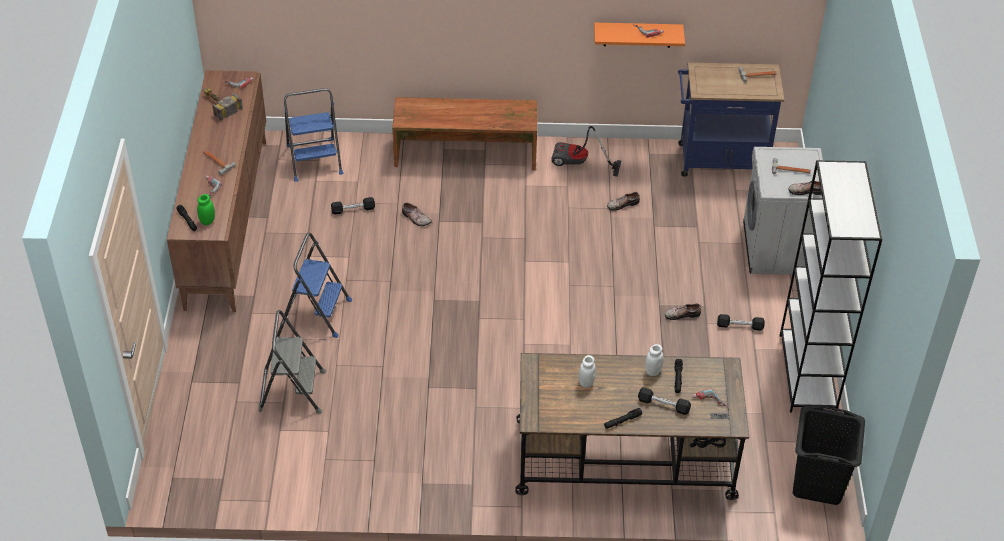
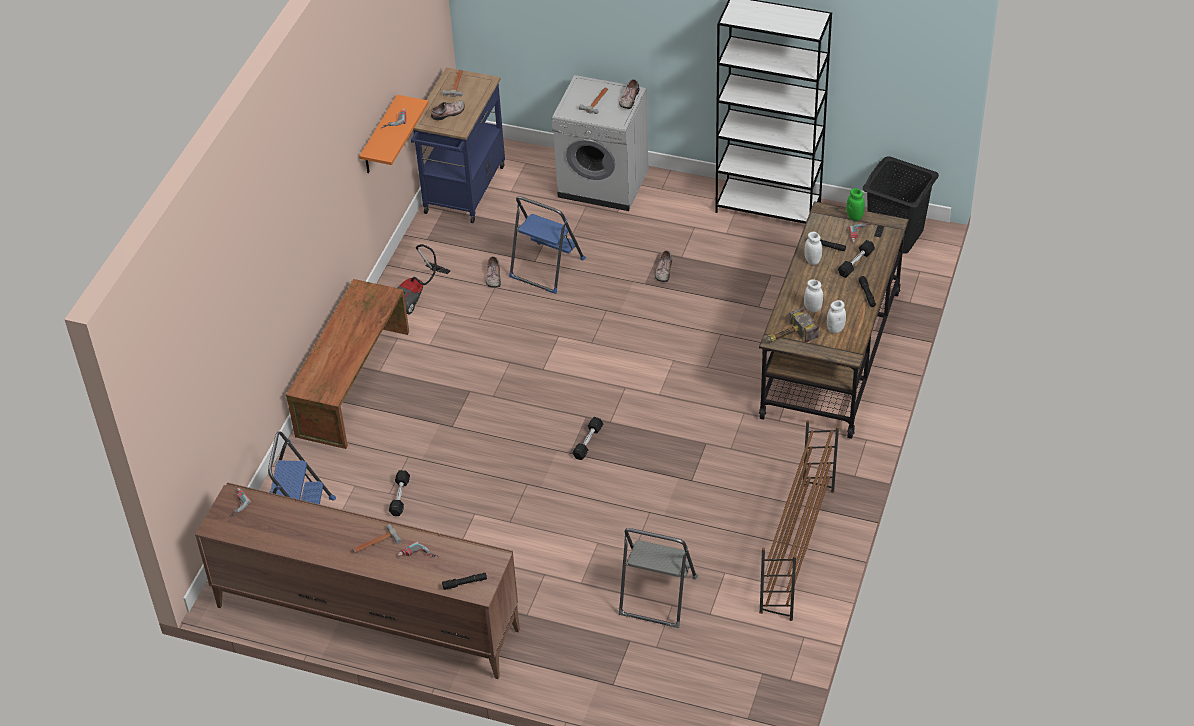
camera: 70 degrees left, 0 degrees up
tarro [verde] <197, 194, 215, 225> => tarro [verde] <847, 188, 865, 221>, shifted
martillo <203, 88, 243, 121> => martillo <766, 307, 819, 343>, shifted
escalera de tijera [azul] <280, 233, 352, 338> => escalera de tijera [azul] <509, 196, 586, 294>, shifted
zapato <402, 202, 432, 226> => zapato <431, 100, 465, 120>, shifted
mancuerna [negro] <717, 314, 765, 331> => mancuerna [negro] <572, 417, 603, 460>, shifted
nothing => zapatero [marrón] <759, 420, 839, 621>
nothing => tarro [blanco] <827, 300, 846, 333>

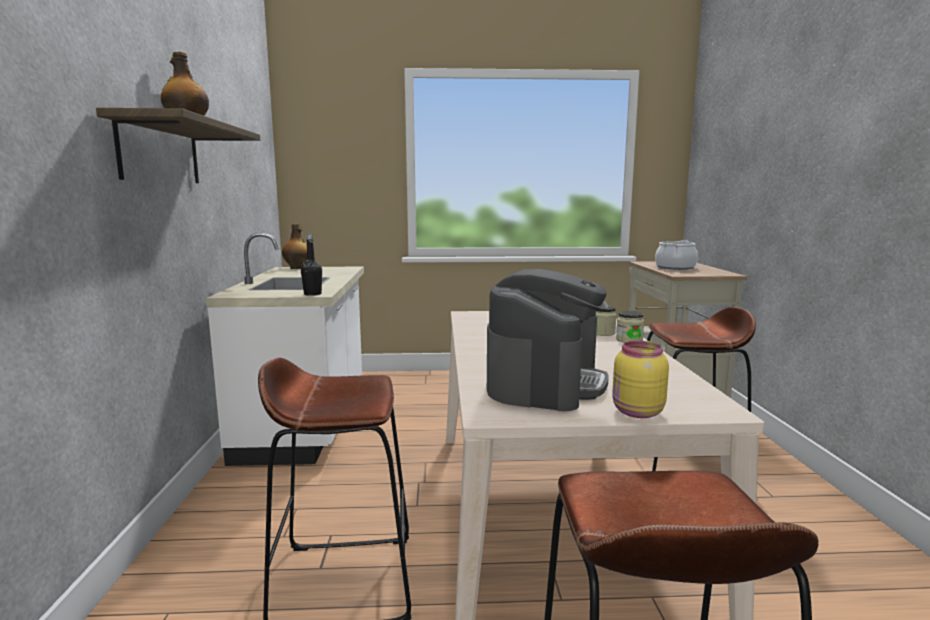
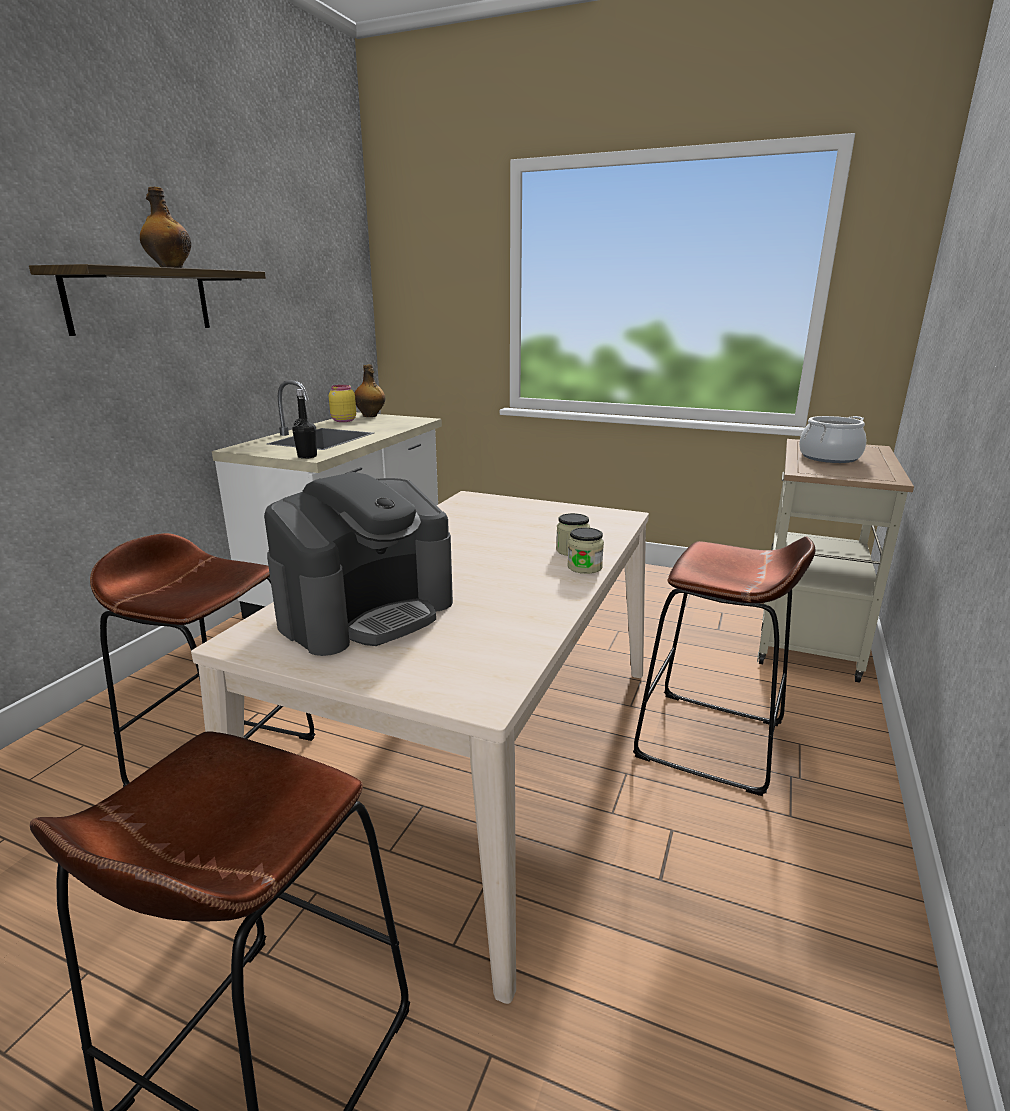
camera: 25 degrees right, 10 degrees up
tarro [amarillo] <612, 341, 669, 418> => tarro [amarillo] <329, 385, 356, 422>, shifted

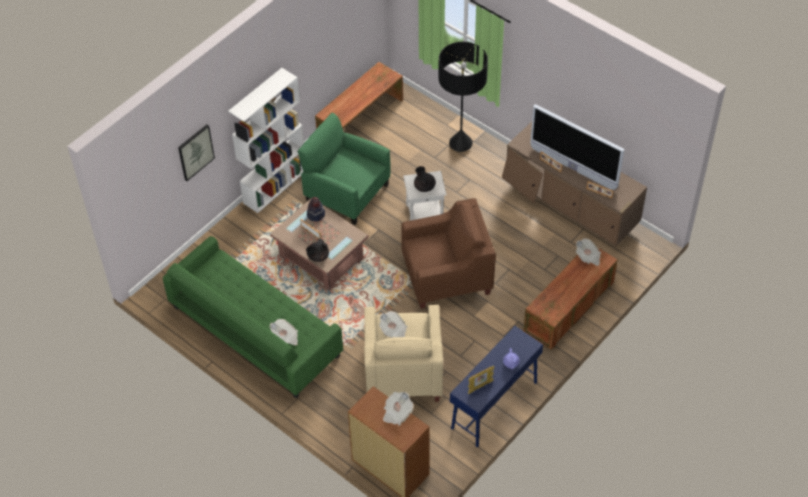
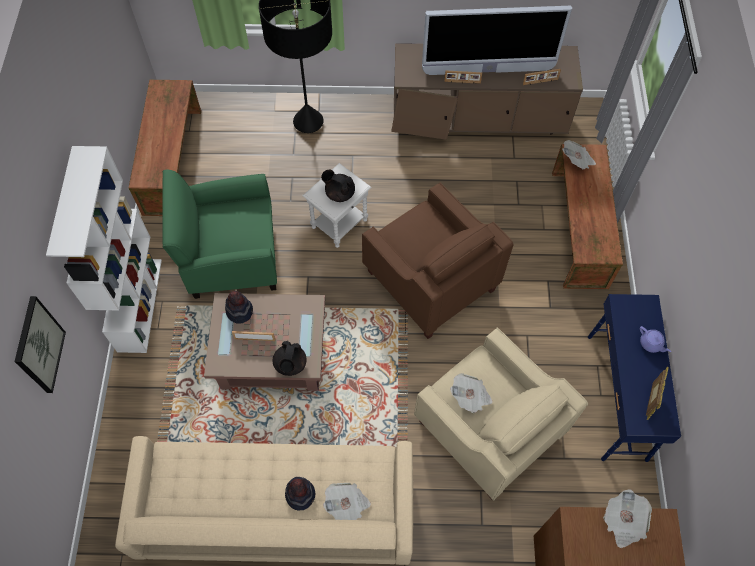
camera: 40 degrees left, 10 degrees up
sofá [verde] <163, 236, 343, 398> => sofá [beis] <115, 436, 413, 565>
sillón [marrón] <401, 198, 496, 309> => sillón [marrón] <362, 182, 514, 339>, 105 degrees clockwise
nothing => sombrero <285, 477, 315, 511>

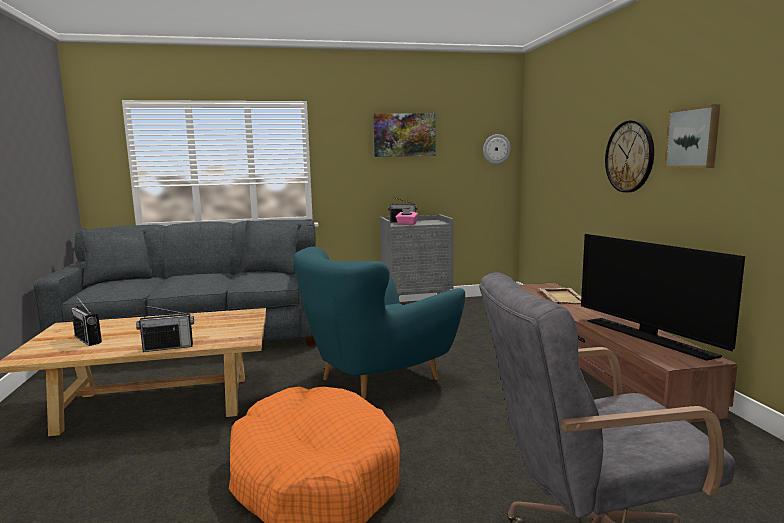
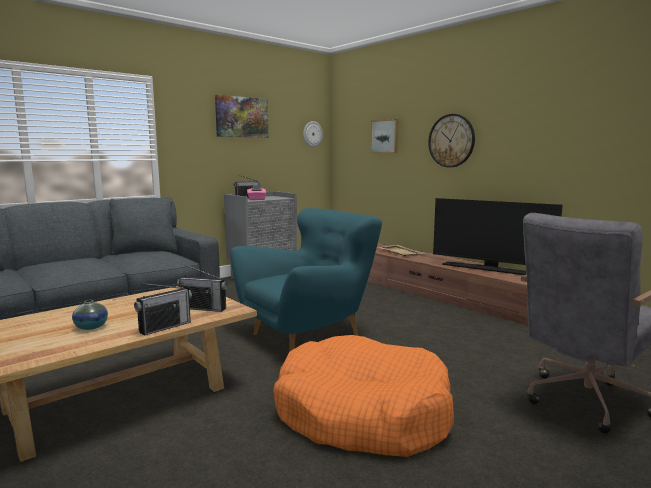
camera: 30 degrees left, 0 degrees up
radio <71, 295, 102, 346> => radio <177, 265, 228, 312>, shifted
sillón [turquesa] <294, 247, 465, 400> => sillón [turquesa] <231, 208, 382, 351>, 150 degrees counterclockwise
cuadro <664, 104, 720, 168> => cuadro <371, 119, 398, 153>, shifted
nothing => florero <72, 300, 108, 330>

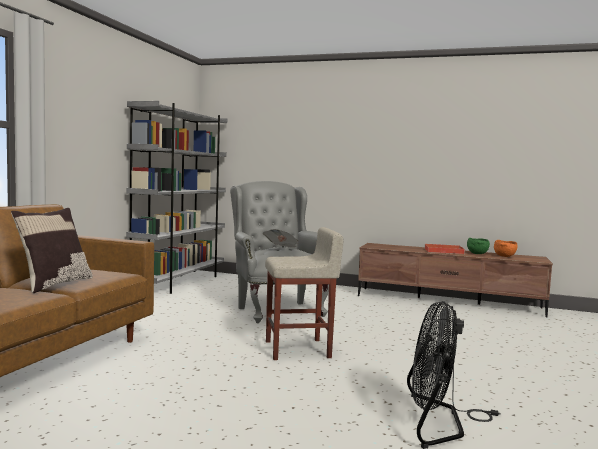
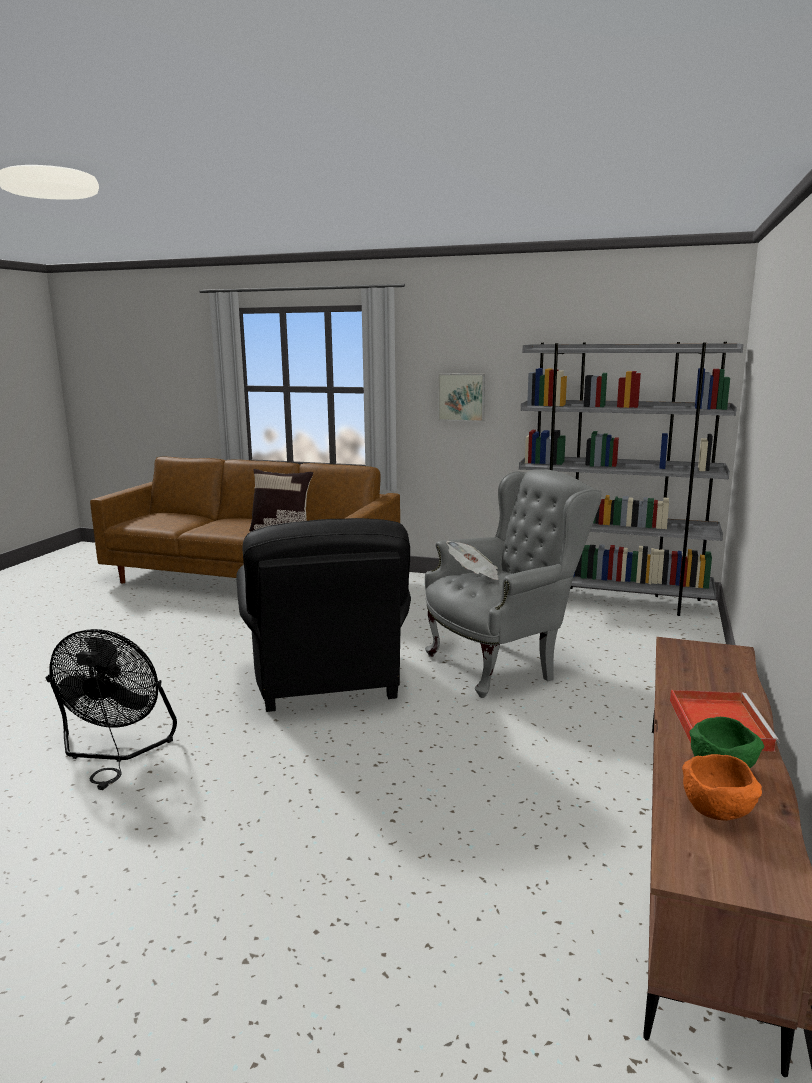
camera: 90 degrees right, 10 degrees up
taburete [beis] <265, 227, 344, 360> => sillón [negro] <236, 518, 411, 712>
nothing => cuadro <438, 373, 485, 422>

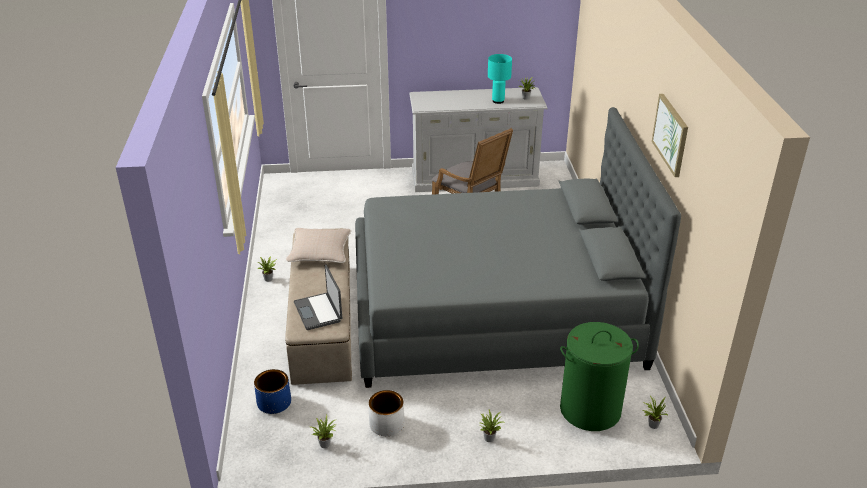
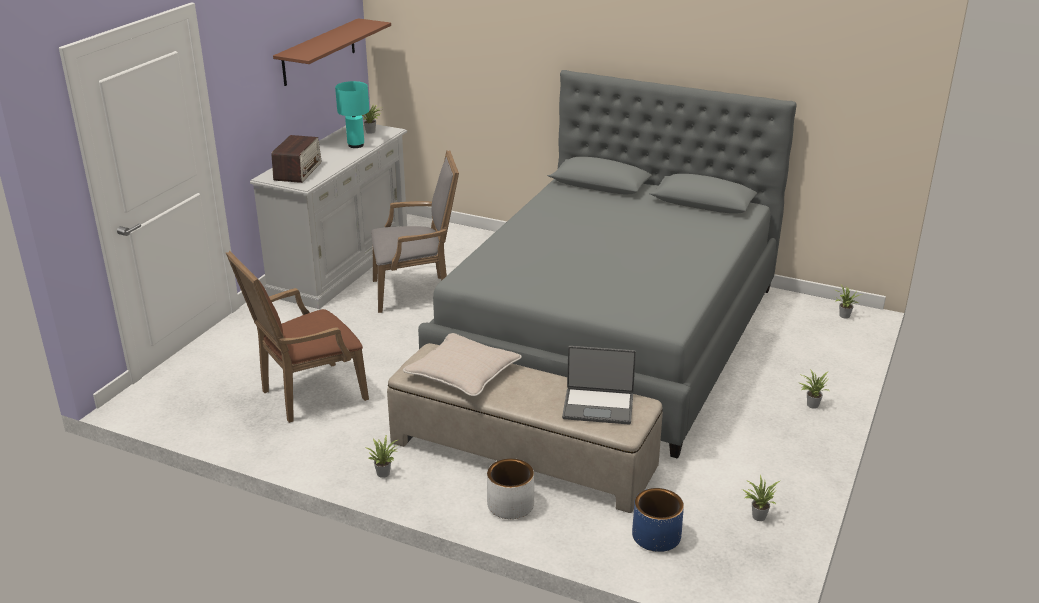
camera: 60 degrees left, 5 degrees down
maceta [blanco] <368, 390, 404, 436> => maceta [blanco] <487, 458, 534, 519>, shifted
cesto de la ropa [verde] <560, 322, 639, 431> => nothing
cuadro <652, 94, 688, 177> => nothing
nothing => sillón [marrón] <226, 251, 369, 423>
nothing => radio <271, 135, 321, 183>
nothing => estante [marrón] <273, 18, 391, 86>

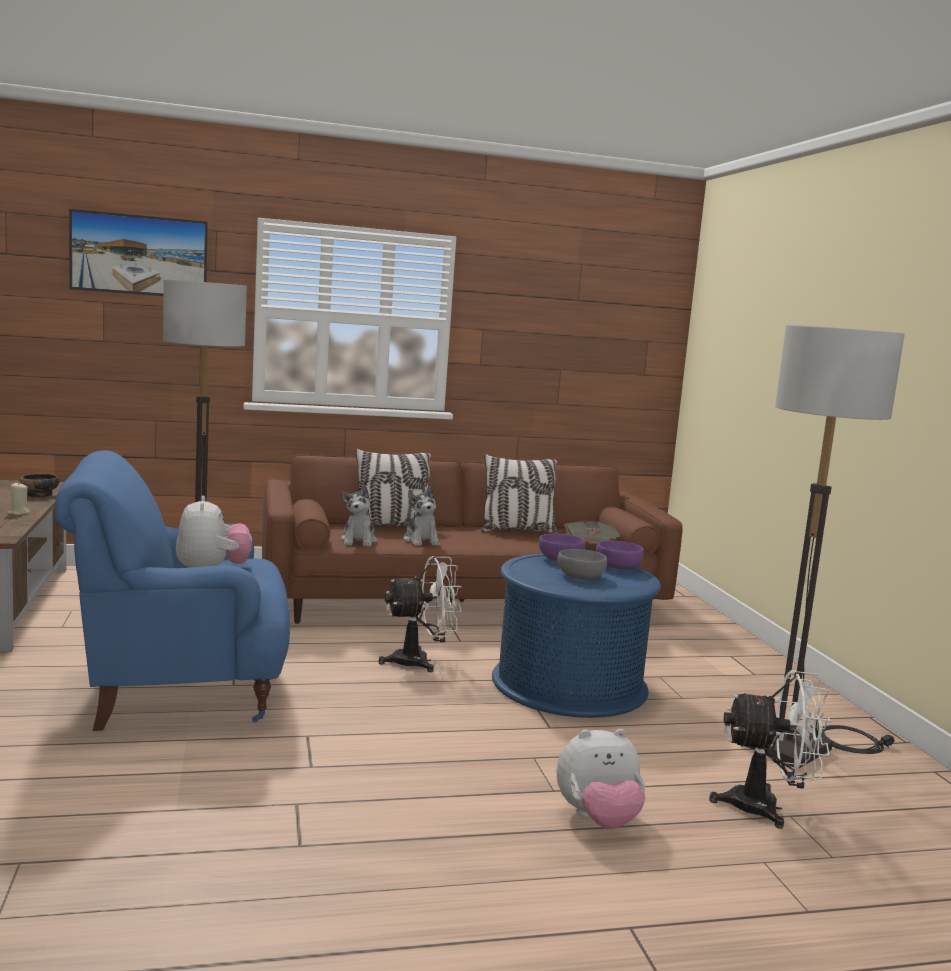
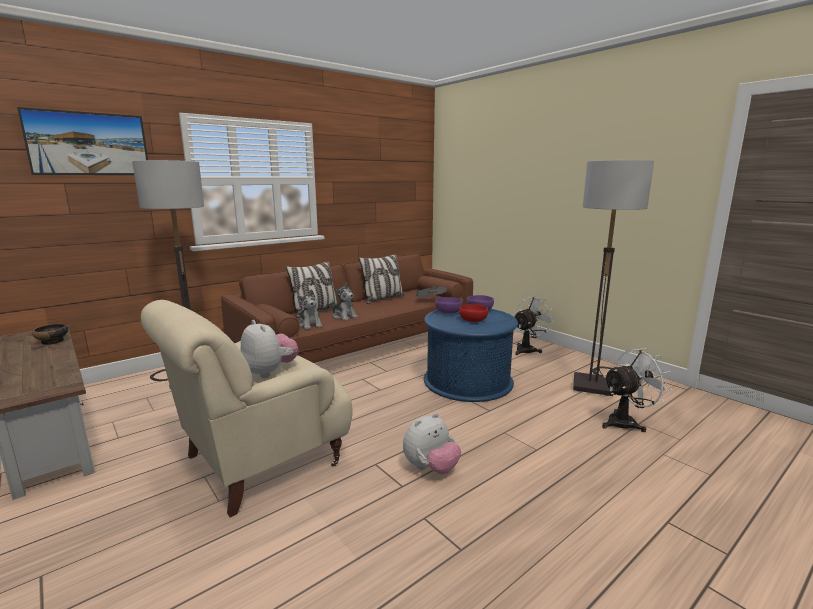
camera: 25 degrees left, 5 degrees up
vela [beis] <8, 482, 30, 515> => nothing
sillón [azul] <55, 450, 290, 731> => sillón [beis] <141, 300, 353, 517>
ventilador [blanco] <378, 556, 461, 672> => ventilador [blanco] <515, 296, 554, 355>, shifted
peluche <556, 729, 646, 829> => peluche <403, 413, 461, 474>, shifted
cuenco [gris] <557, 549, 607, 579> => cuenco [rojo] <459, 304, 488, 322>

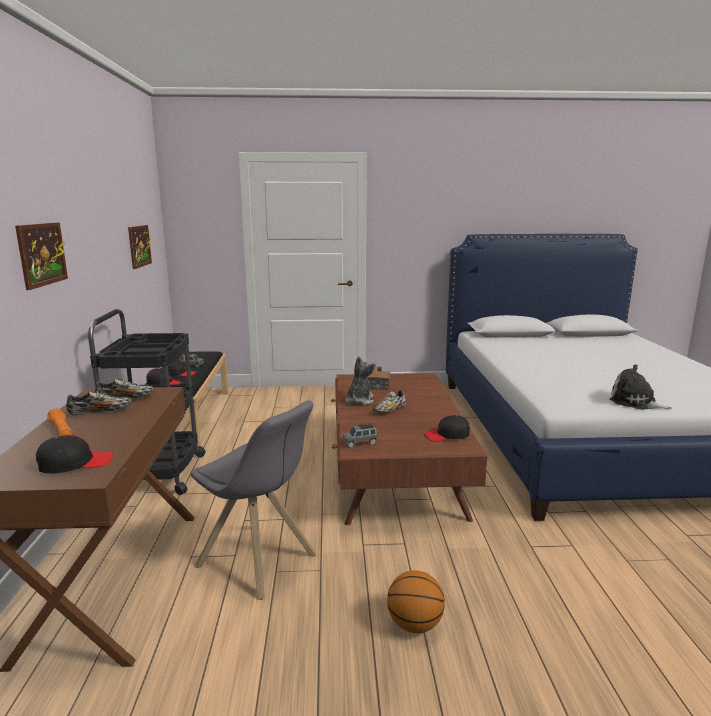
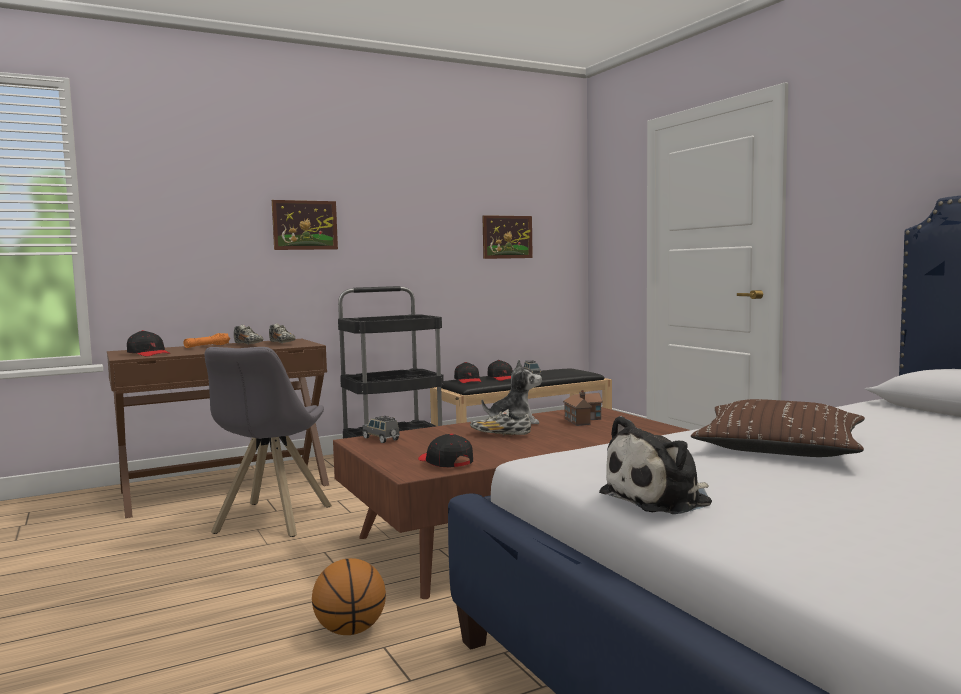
camera: 65 degrees right, 10 degrees down
balón de baloncesto <387, 570, 445, 633> => balón de baloncesto <312, 558, 386, 635>, shifted
peluche <610, 365, 672, 410> => peluche <599, 416, 712, 514>, 135 degrees counterclockwise
nothing => cojín [marrón] <691, 399, 865, 457>

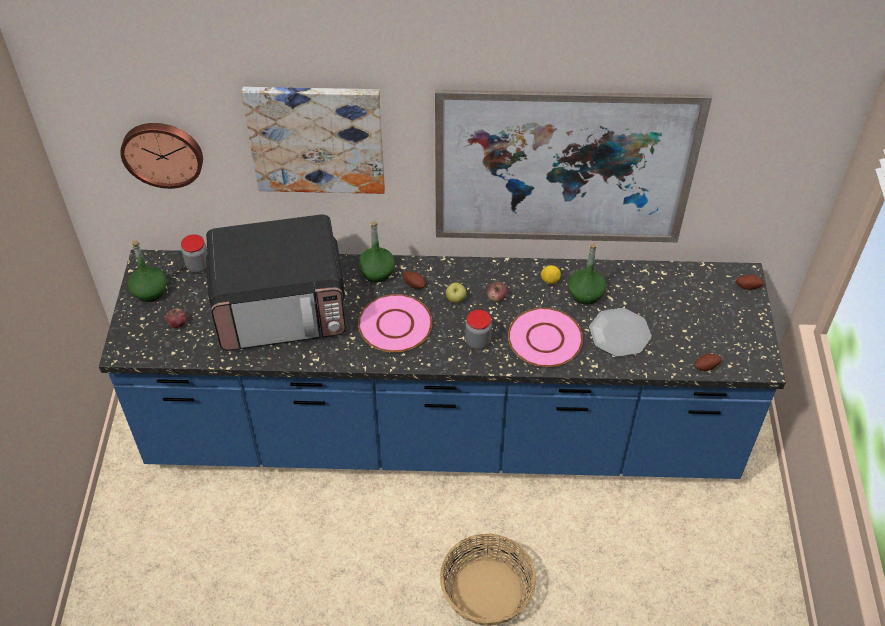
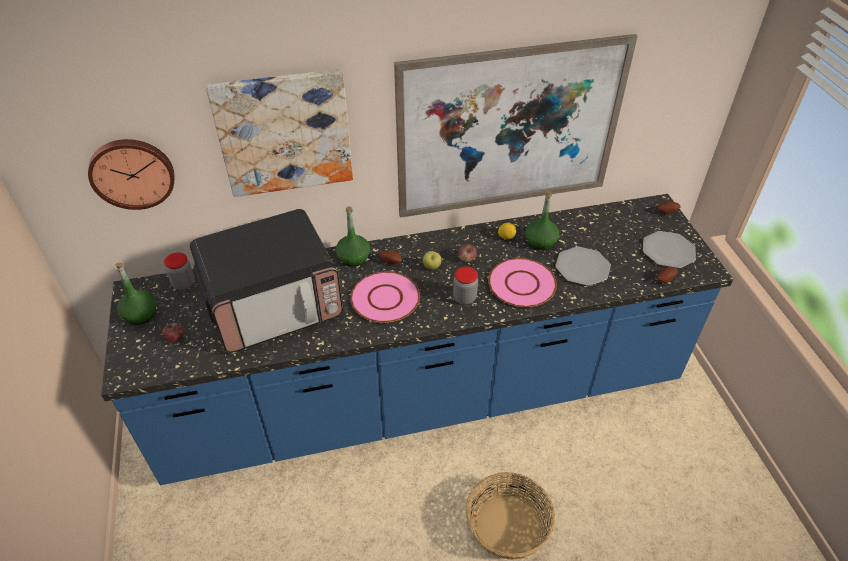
camera: 15 degrees left, 5 degrees down
nothing => plato <643, 231, 696, 268>

